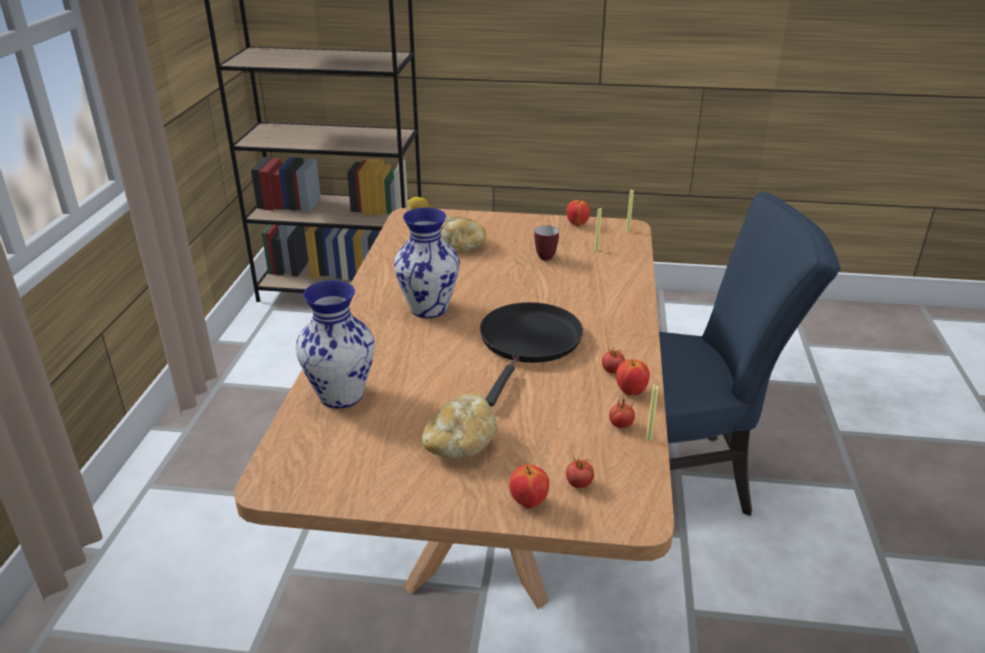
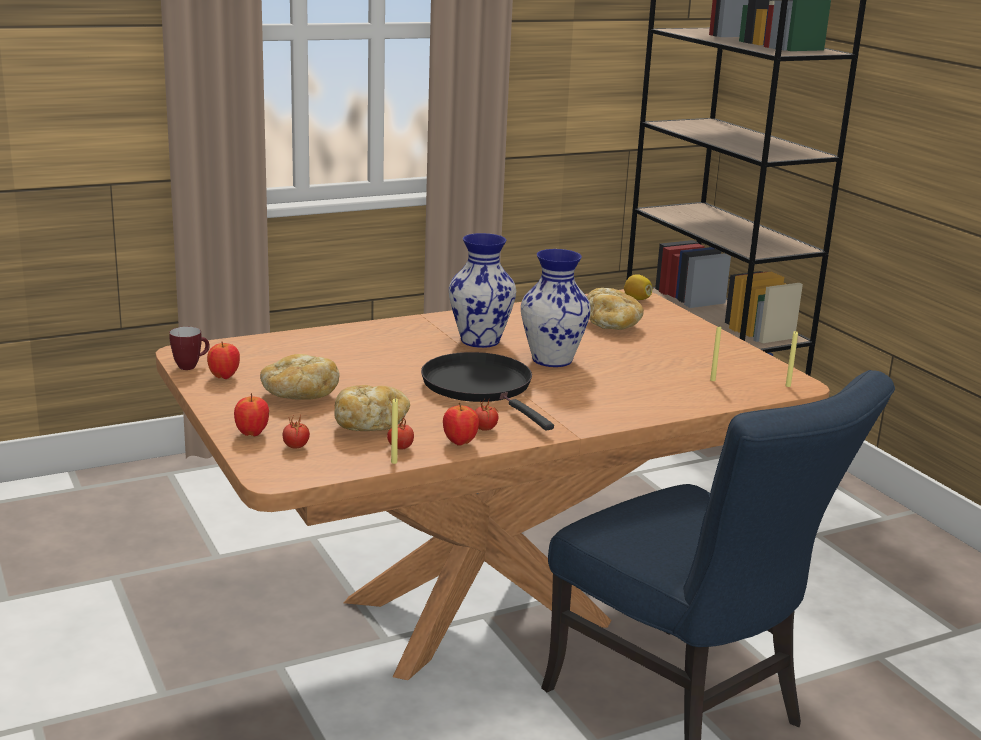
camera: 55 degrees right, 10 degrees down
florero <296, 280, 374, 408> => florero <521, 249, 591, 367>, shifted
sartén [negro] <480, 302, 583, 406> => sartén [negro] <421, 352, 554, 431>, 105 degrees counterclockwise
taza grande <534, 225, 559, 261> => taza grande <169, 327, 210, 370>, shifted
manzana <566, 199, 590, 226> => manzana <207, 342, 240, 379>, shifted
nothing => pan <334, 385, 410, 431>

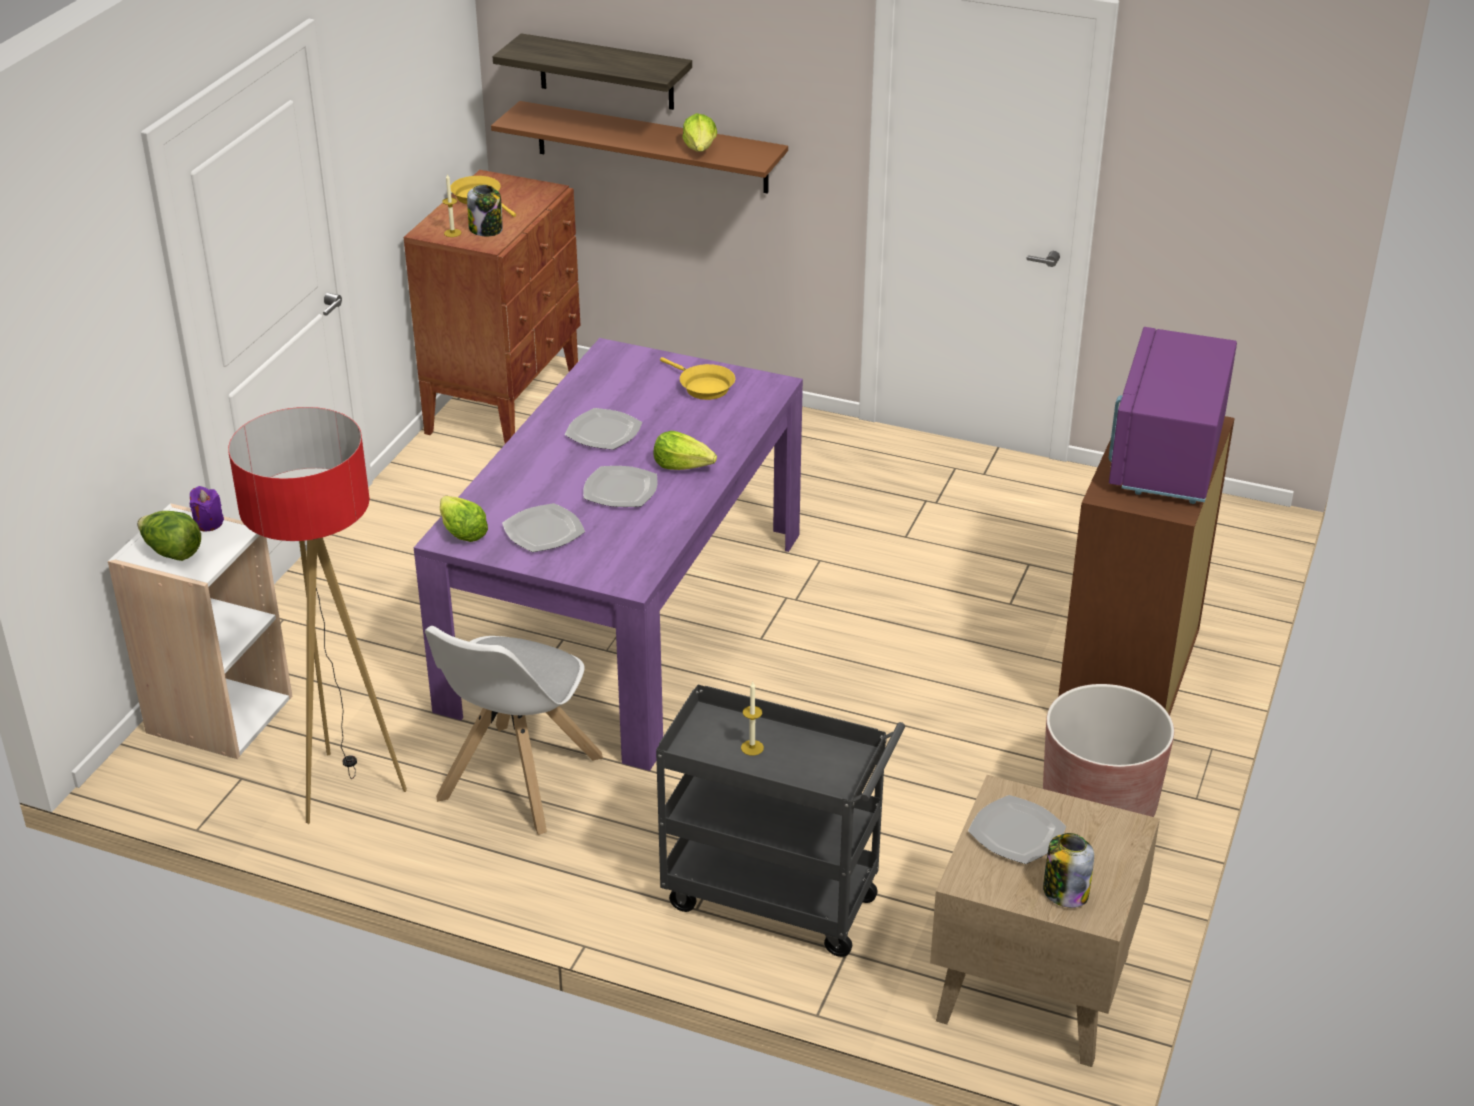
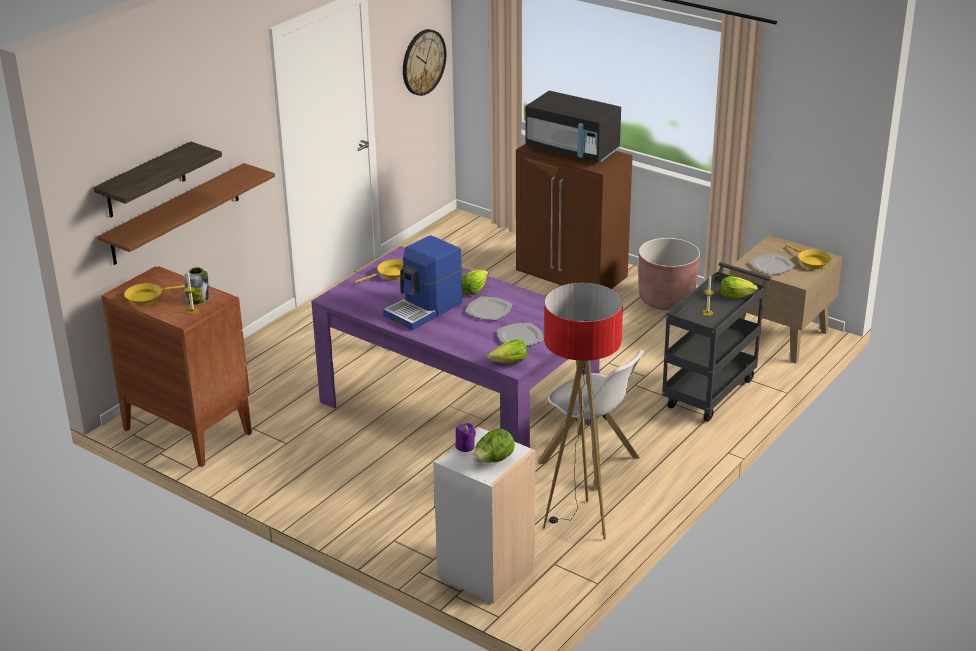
camera: 75 degrees left, 5 degrees down
plato <565, 408, 642, 450> => cafetera <383, 235, 462, 330>
lechuga <682, 113, 717, 152> => lechuga <720, 276, 759, 298>, shifted
tarro <1043, 833, 1094, 908> => sartén [amarillo] <786, 244, 832, 269>
microondas [morado] <1109, 327, 1237, 504> => microondas [negro] <525, 91, 621, 163>
nothing => reloj de pared <403, 29, 447, 96>

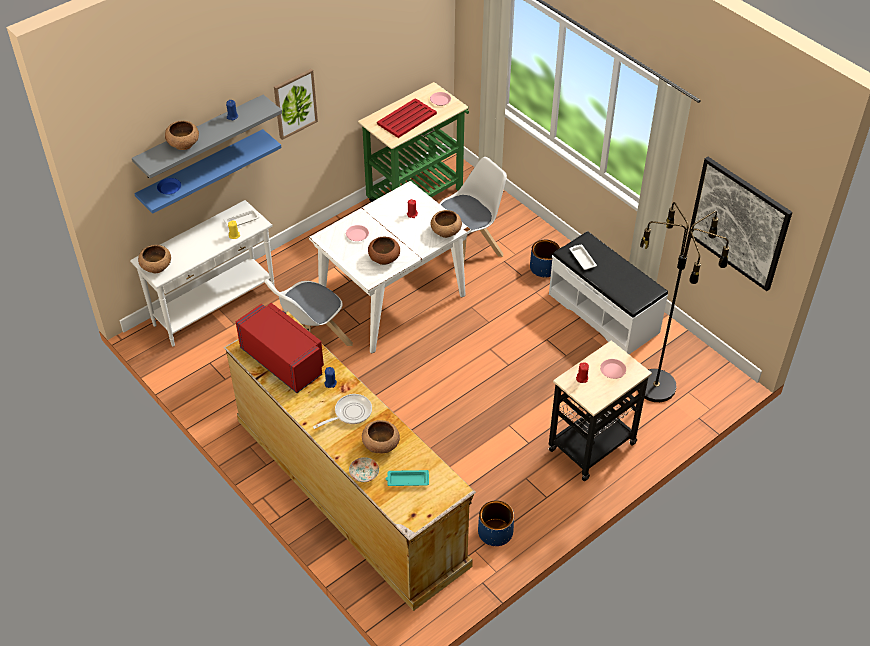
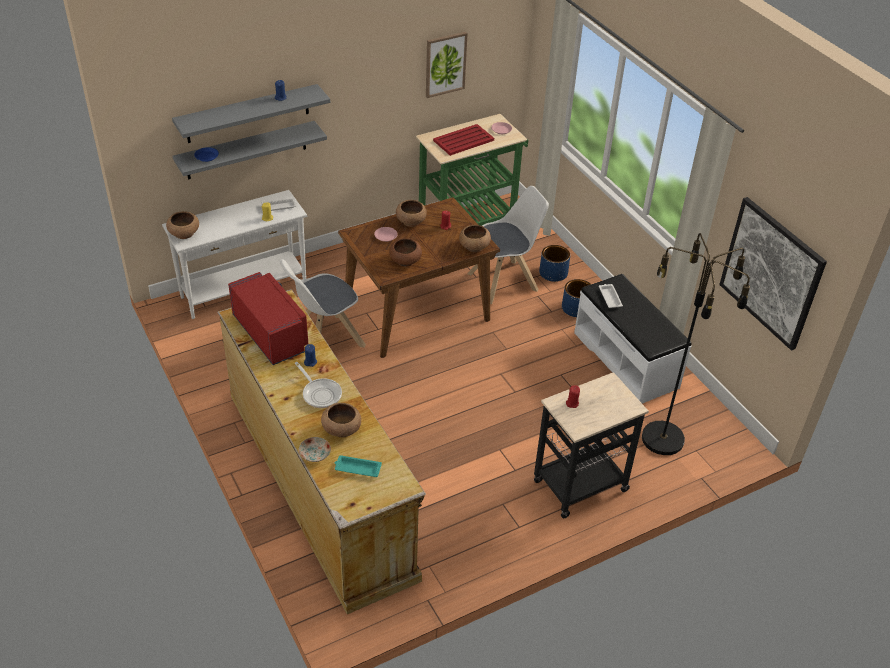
camera: 10 degrees right, 5 degrees down
estante [azul] <134, 129, 282, 214> => estante [gris] <173, 121, 327, 180>
cuenco [marrón] <165, 121, 199, 150> => cuenco [marrón] <396, 200, 427, 227>, shifted
cuadro <274, 69, 318, 140> => cuadro <426, 32, 468, 98>, shifted
mesa de comedor [blanco] <309, 181, 471, 353> => mesa de comedor [marrón] <338, 197, 500, 358>
sartén <313, 394, 372, 429> => sartén <295, 362, 342, 408>, 75 degrees clockwise
maceta [azul] <478, 500, 514, 546> => maceta [azul] <539, 245, 570, 282>, shifted
plato [rosa] <600, 359, 626, 379> => nothing

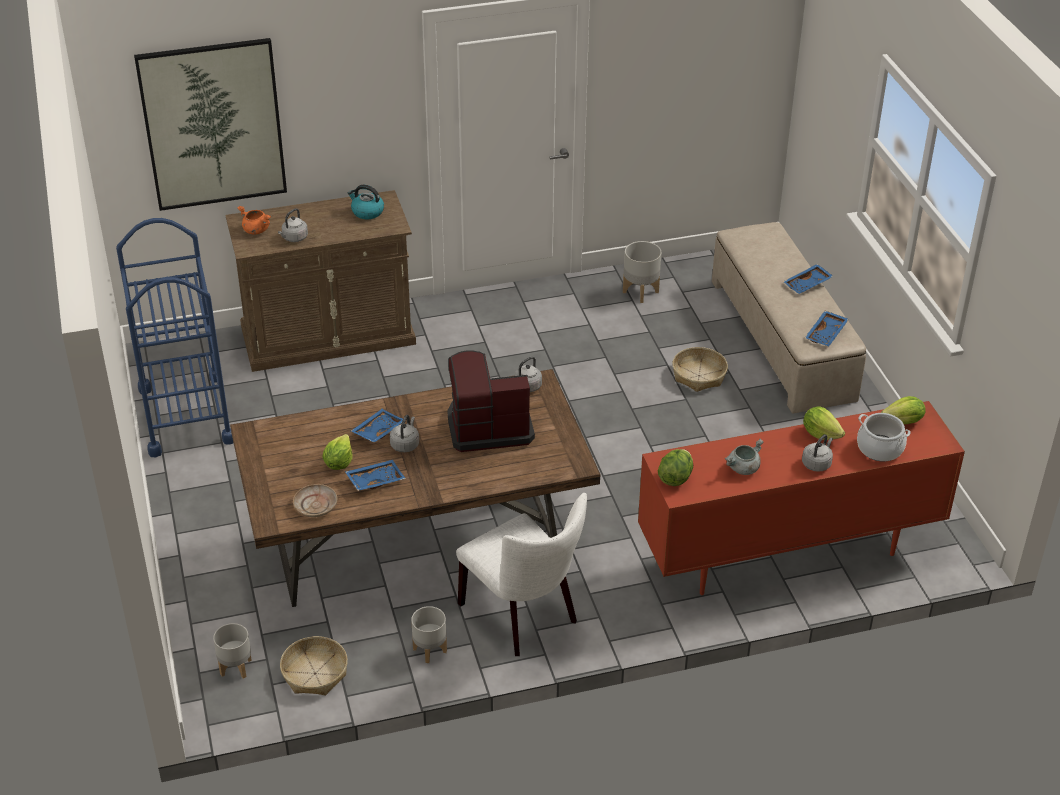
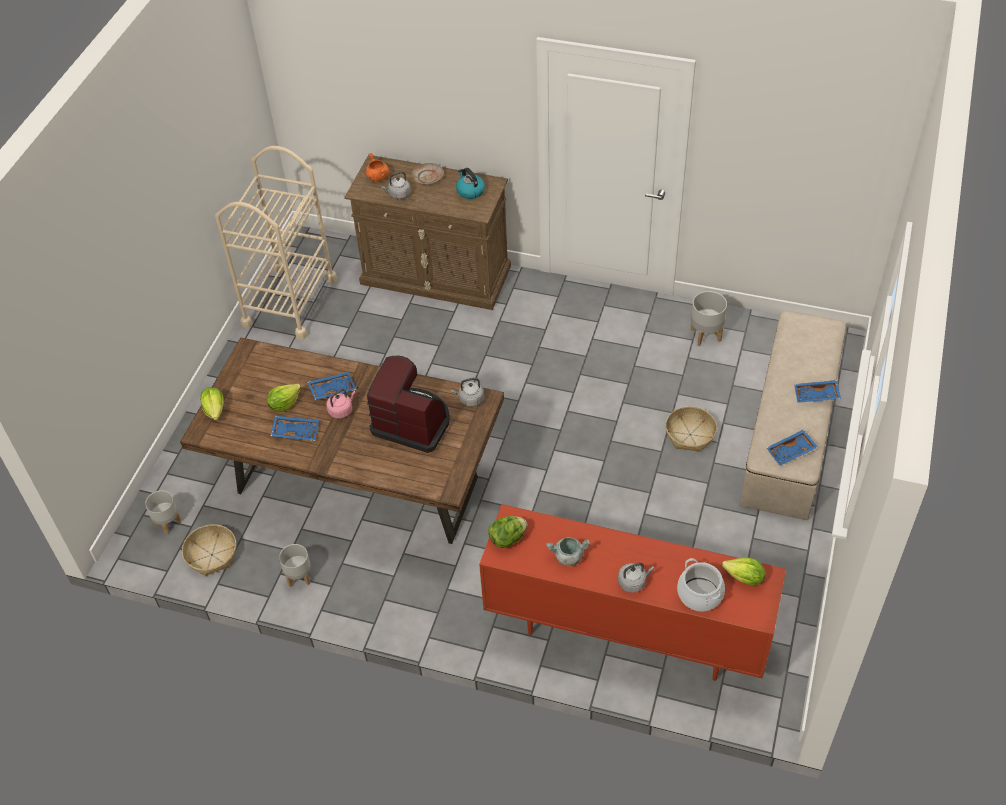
camera: 35 degrees right, 10 degrees up
carrito [azul] <116, 218, 233, 457> => carrito [beis] <215, 146, 337, 340>
cuadro <134, 38, 287, 211> => nothing
plato [beis] <293, 484, 337, 517> => plato [beis] <412, 163, 444, 185>, shifted
hervidor [gris] <390, 415, 419, 452> => hervidor [rosa] <326, 389, 356, 418>
silla [blanco] <456, 493, 587, 656> => nothing
lechuga <803, 406, 845, 440> => lechuga <200, 387, 224, 420>, shifted

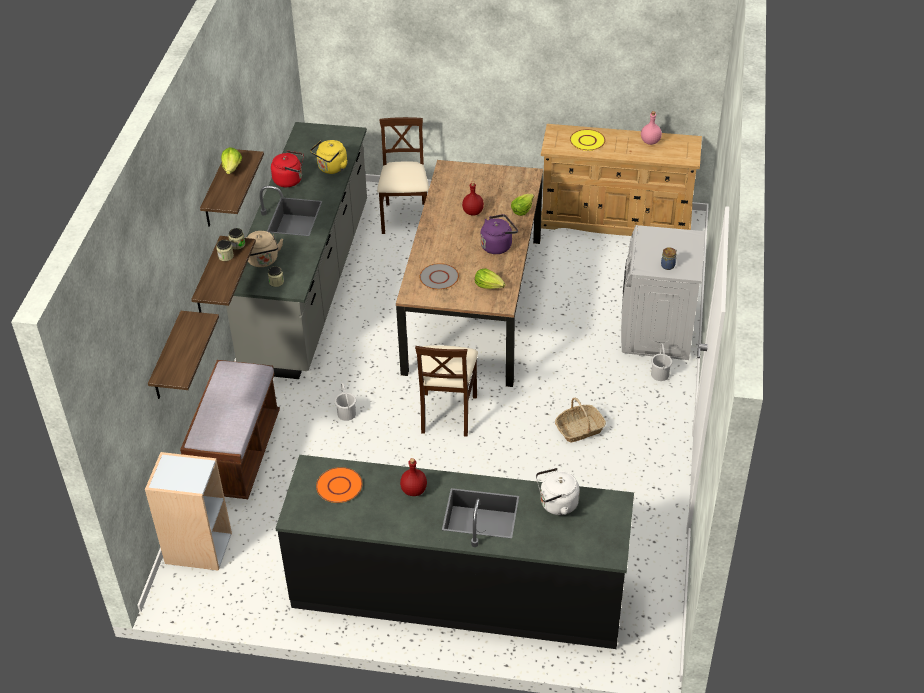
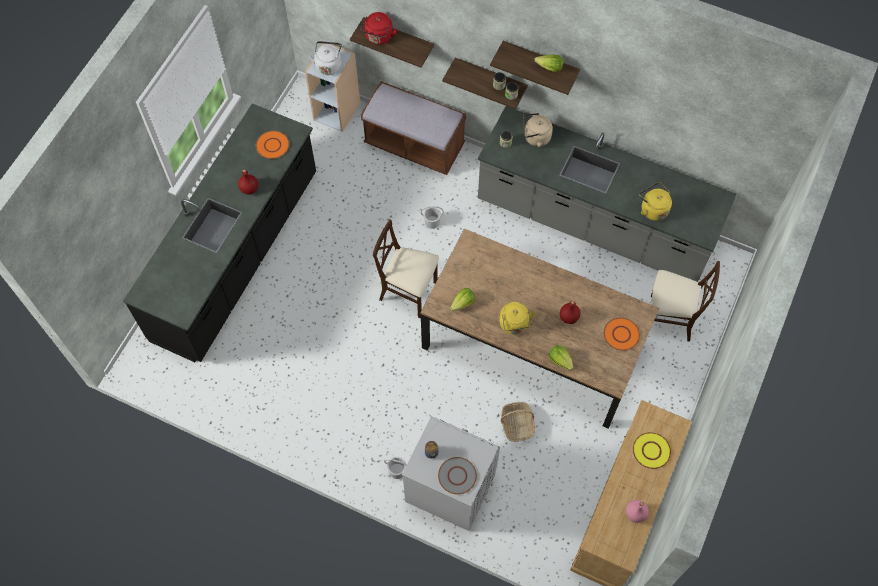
camera: 105 degrees right, 20 degrees up
hervidor [rojo] <271, 150, 304, 187> => hervidor [rojo] <361, 12, 398, 45>, shifted
plato [gris] <420, 263, 459, 290> => plato [gris] <438, 457, 477, 494>, shifted
hervidor [morado] <480, 214, 518, 254> => hervidor [amarillo] <499, 302, 536, 335>
hervidor [blanco] <536, 468, 580, 515> => hervidor [blanco] <308, 41, 342, 75>, shifted
cesta <555, 398, 606, 443> => cesta <501, 402, 535, 442>, shifted
nothing => plato [naranja] <604, 318, 640, 351>

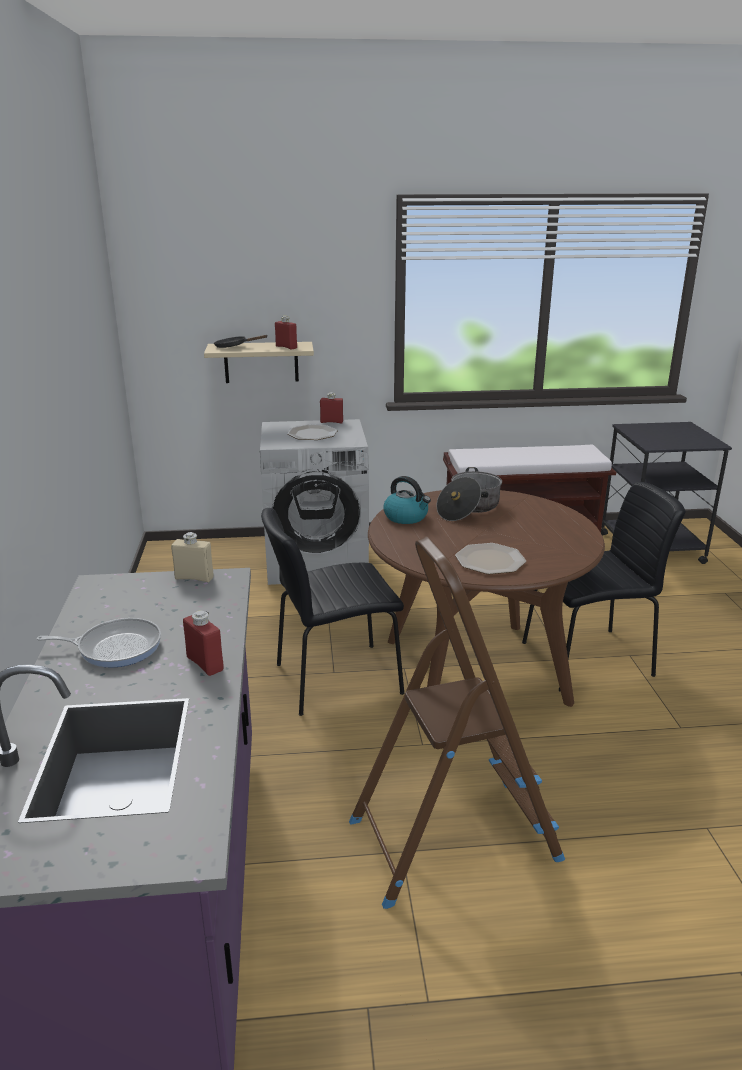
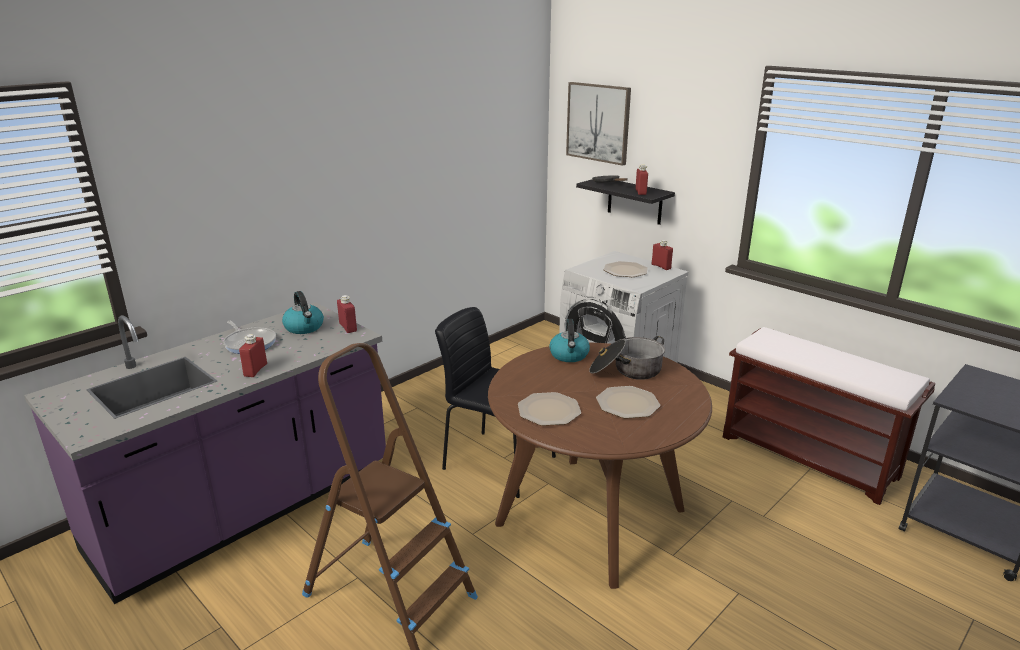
camera: 50 degrees right, 0 degrees up
botella [beis] <171, 532, 214, 582> => botella [rojo] <337, 295, 357, 333>
estante [beis] <204, 342, 314, 383> => estante [negro] <576, 179, 675, 225>
silla [negro] <522, 482, 686, 692> => nothing
nothing => hervidor <282, 291, 324, 334>
nothing => cuadro <566, 82, 631, 166>
nothing => plato <596, 386, 660, 419>

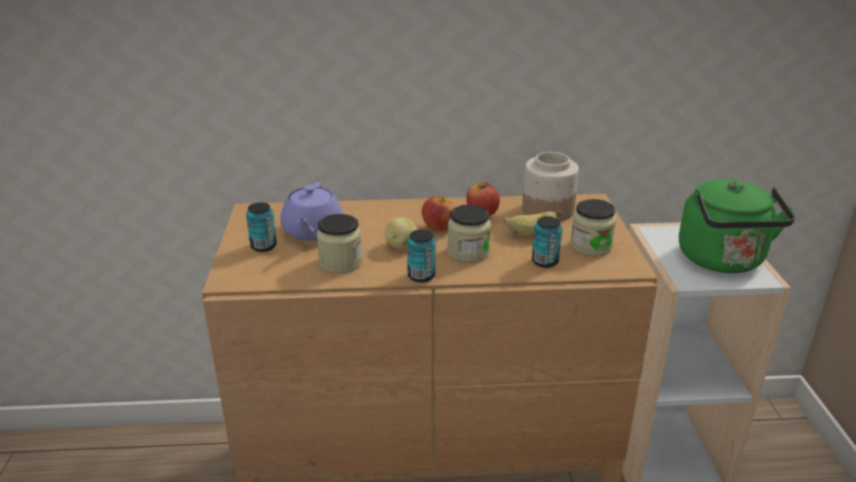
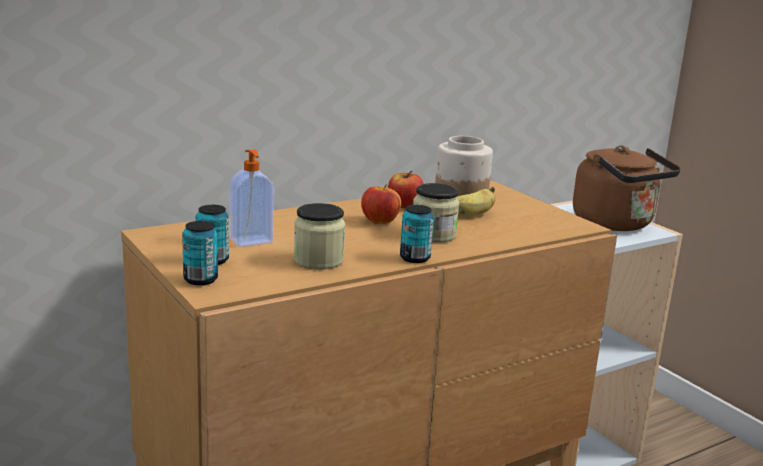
camera: 30 degrees left, 10 degrees down
tetera [morado] <280, 182, 343, 241> => dispensador de jabón <229, 149, 274, 247>
patata <385, 217, 417, 250> => nothing
lata <532, 216, 562, 268> => lata <182, 221, 218, 285>, shifted
tarro <570, 199, 616, 256> => nothing
hervidor [verde] <679, 179, 795, 273> => hervidor [marrón] <573, 145, 681, 231>

